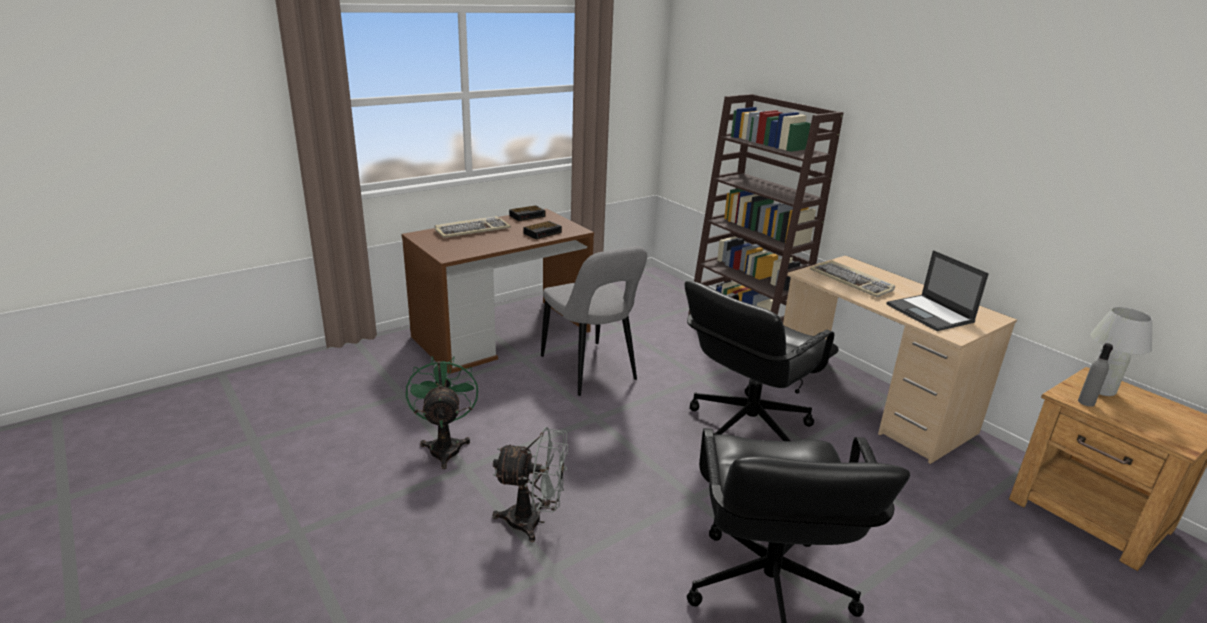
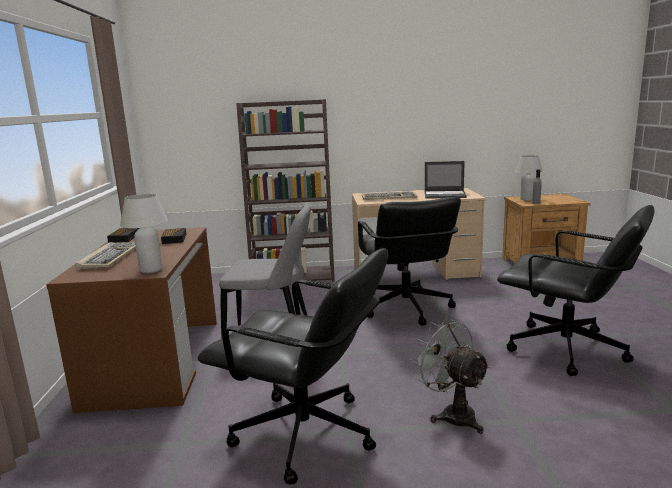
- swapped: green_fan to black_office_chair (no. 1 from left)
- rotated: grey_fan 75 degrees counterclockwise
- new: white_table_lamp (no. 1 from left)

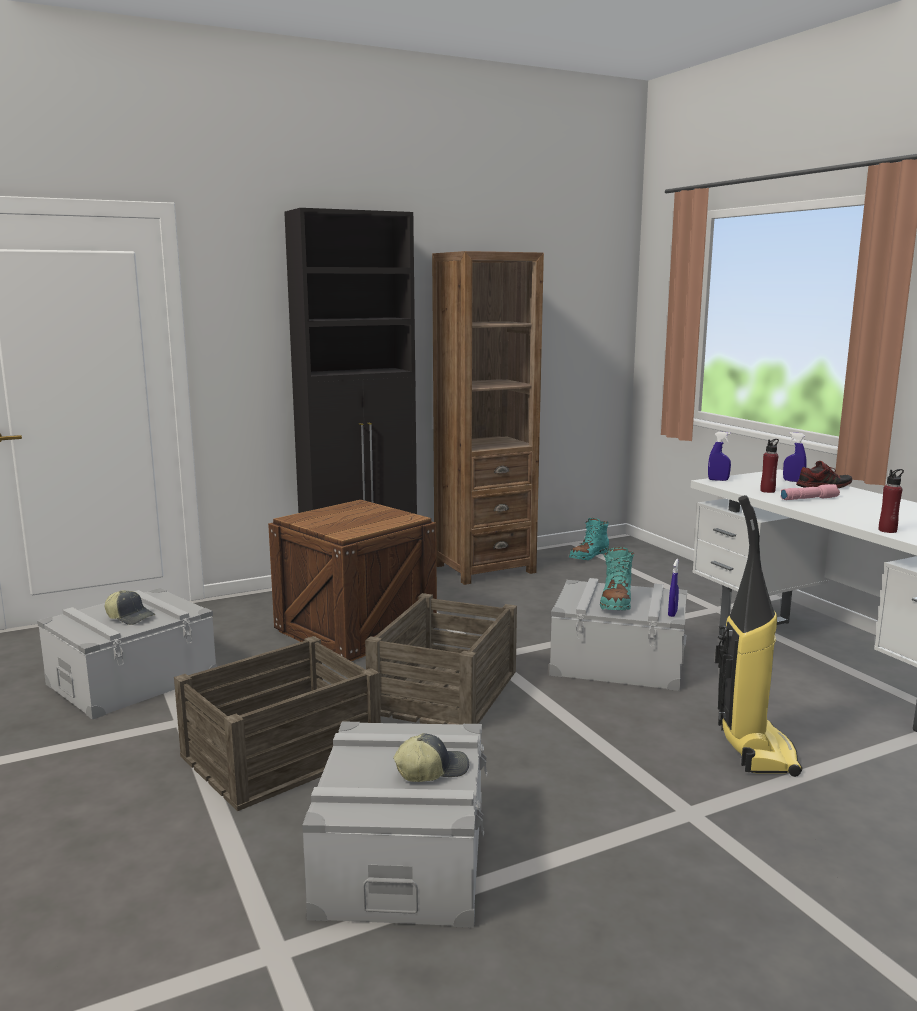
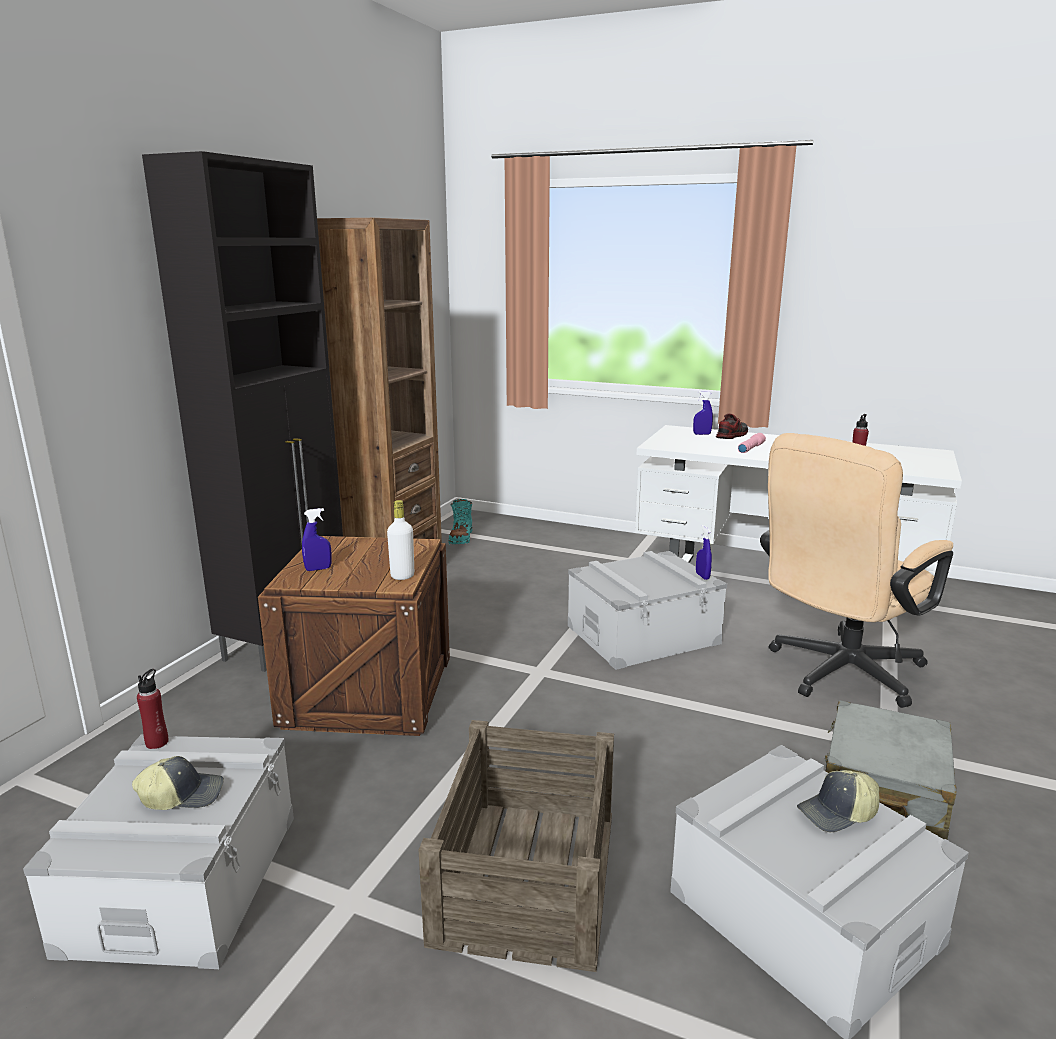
- gone: crate (no. 3 from left)
- rotated: cap (no. 2 from left) 135 degrees counterclockwise
- gone: turquoise_boot (no. 2 from left)
- shifted: blue_spray_bottle (no. 2 from left in the first image) to blue_spray_bottle (no. 1 from left)
- swapped: vacuum_cleaner to beige_office_chair
- shifted: red_bottle (no. 1 from left)
- new: white_bottle
- new: grey_suitcase

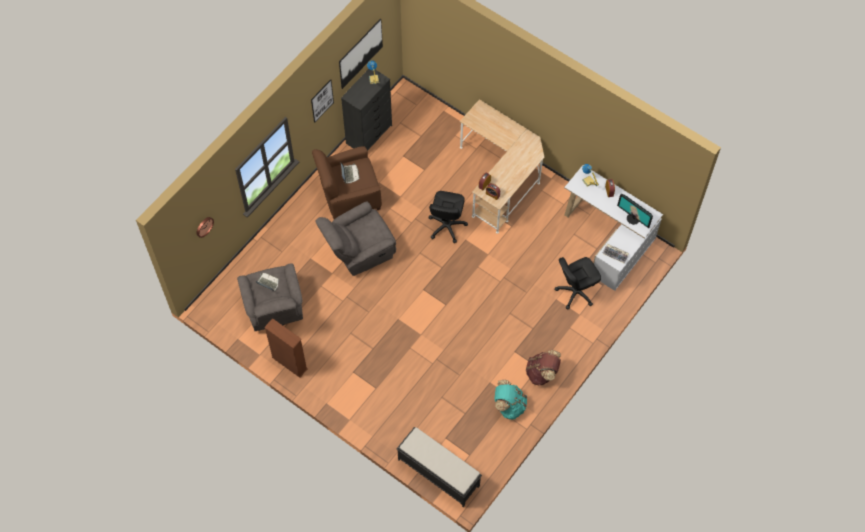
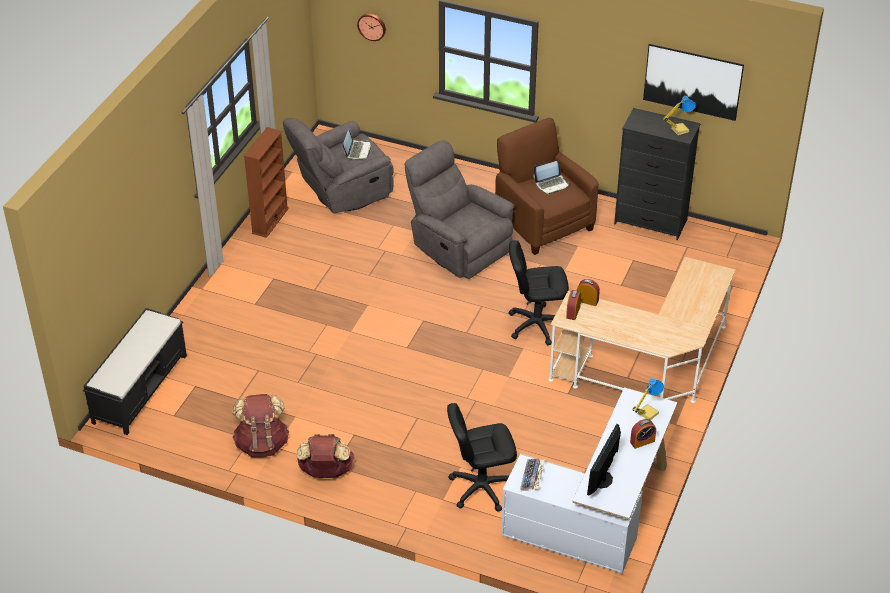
- gone: picture (no. 1 from left)
- repainted: turquoise_backpack to brown_backpack (no. 1 from left)
- rotated: black_office_chair (no. 2 from left in the first image) 60 degrees counterclockwise

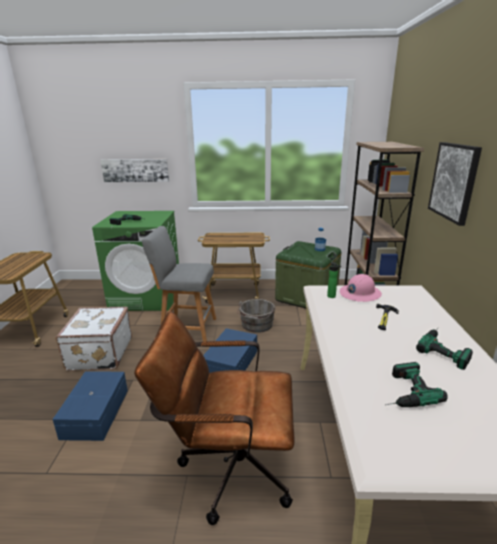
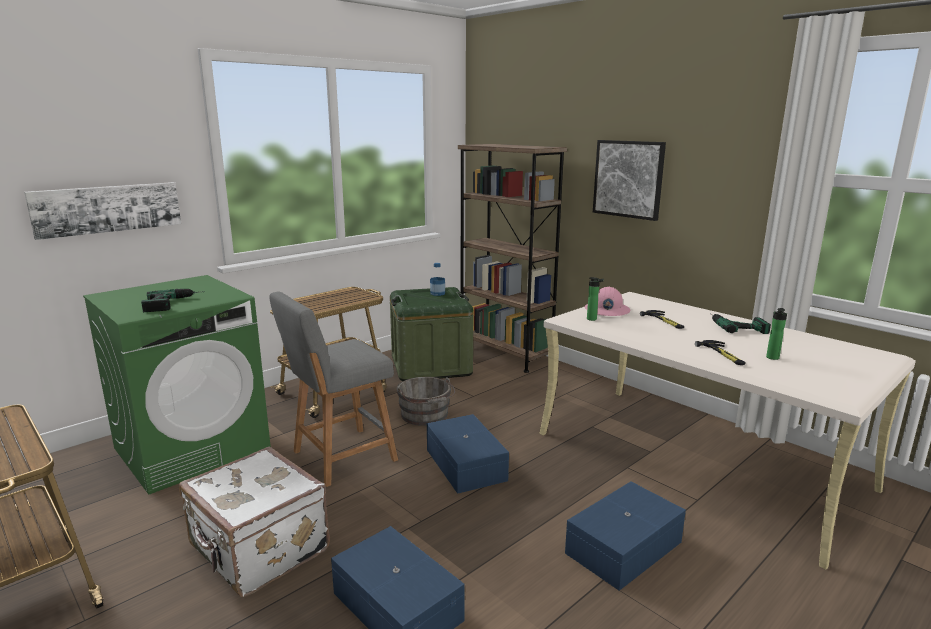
- swapped: brown_office_chair to blue_storage_box (no. 3 from left)
- swapped: power_drill (no. 2 from left) to bottle (no. 3 from left)
- new: hammer (no. 2 from left)

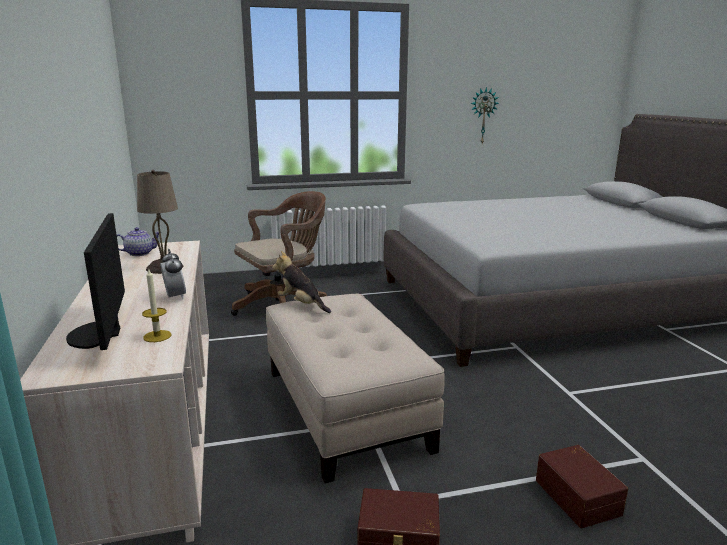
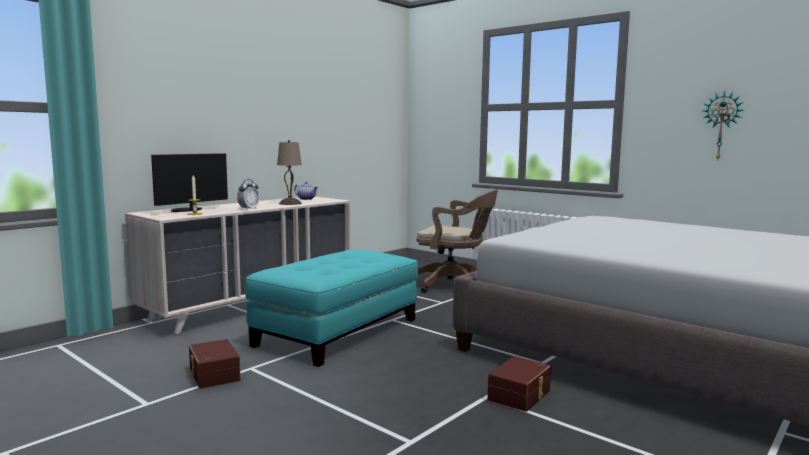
- repainted: beige_ottoman to turquoise_ottoman
- gone: plush_toy
- shifted: brown_storage_box (no. 2 from left)

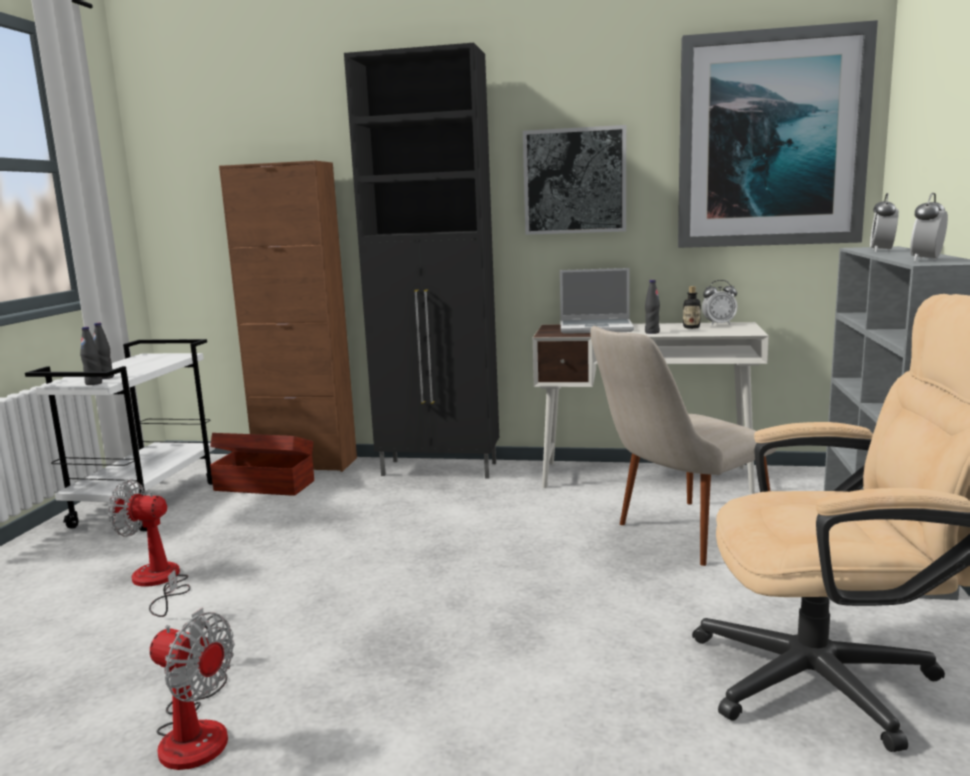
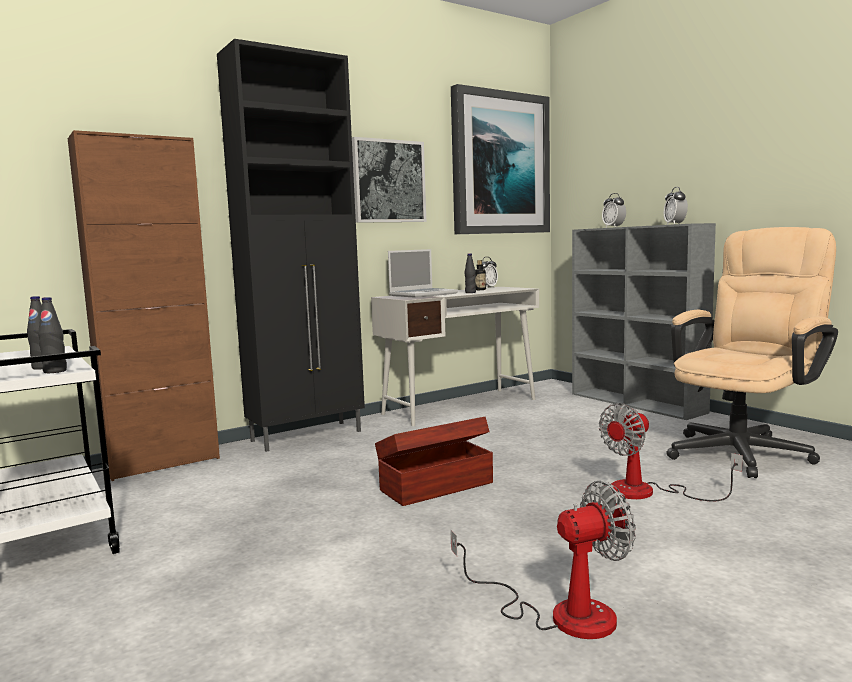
- shifted: fan (no. 1 from left in the first image) to fan (no. 2 from left)
- shifted: brown_storage_box
- gone: beige_chair

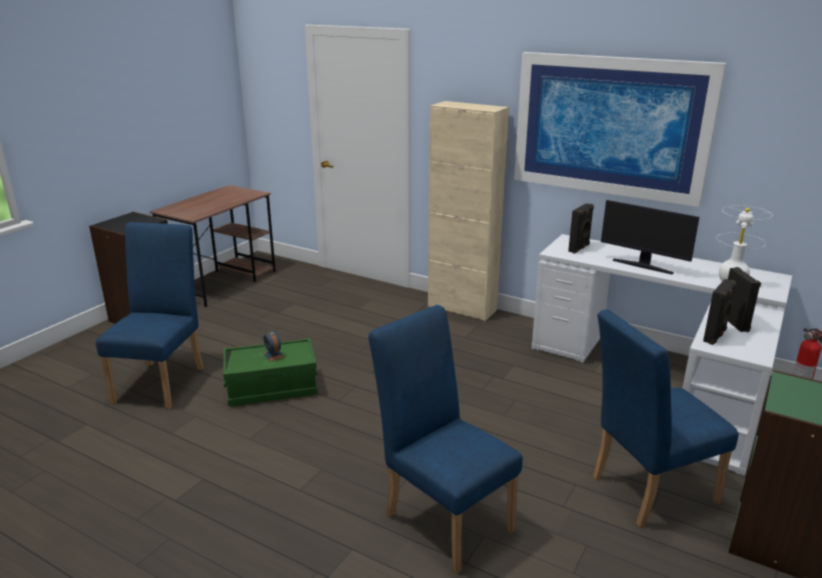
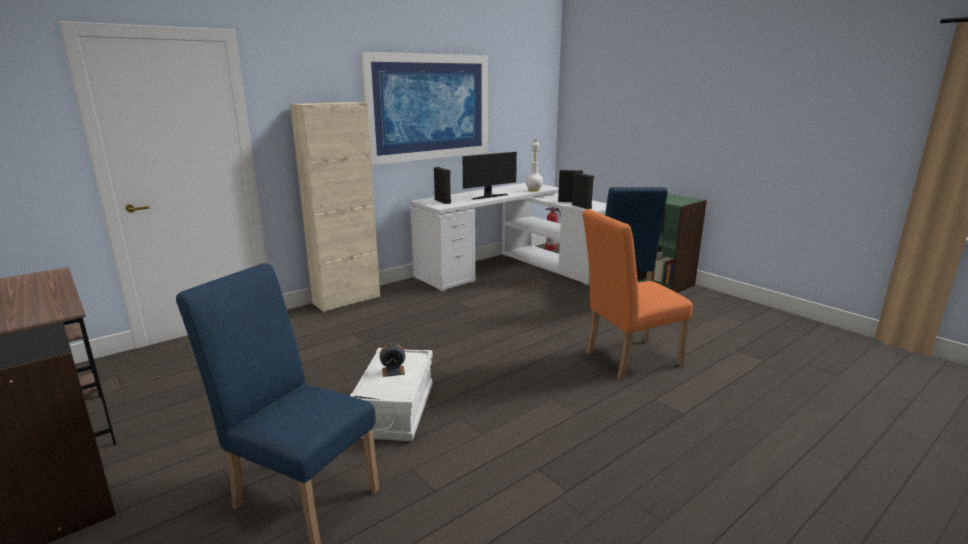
- repainted: green_storage_box to white_storage_box
- repainted: blue_chair (no. 2 from left) to orange_chair

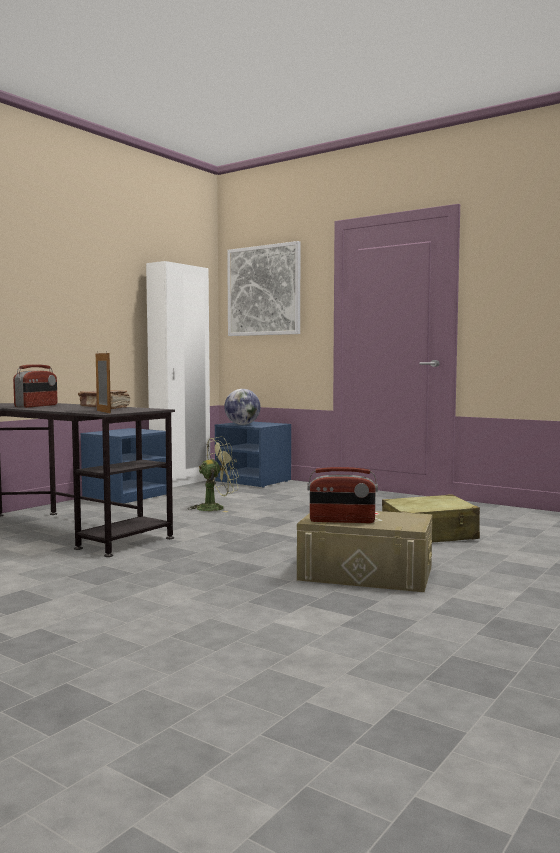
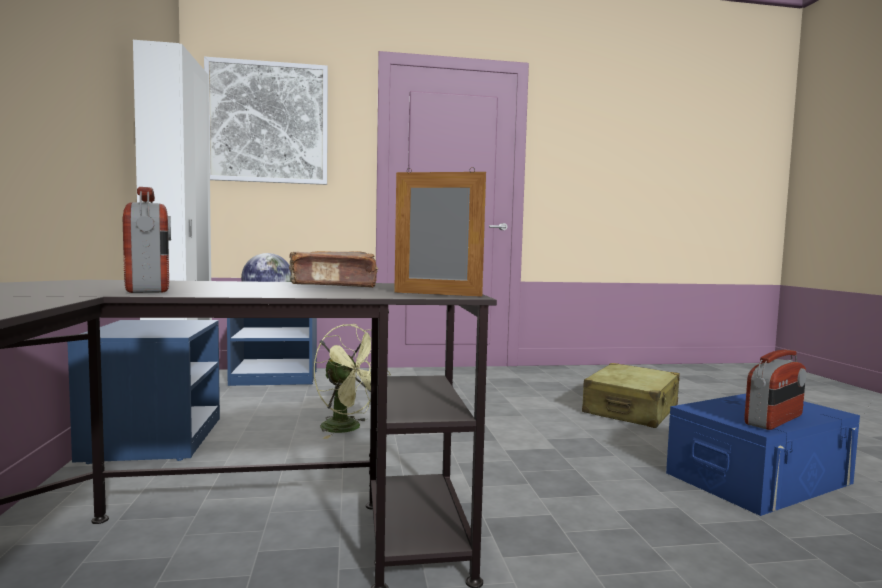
- rotated: green_fan 105 degrees clockwise
- repainted: beige_storage_box to blue_storage_box

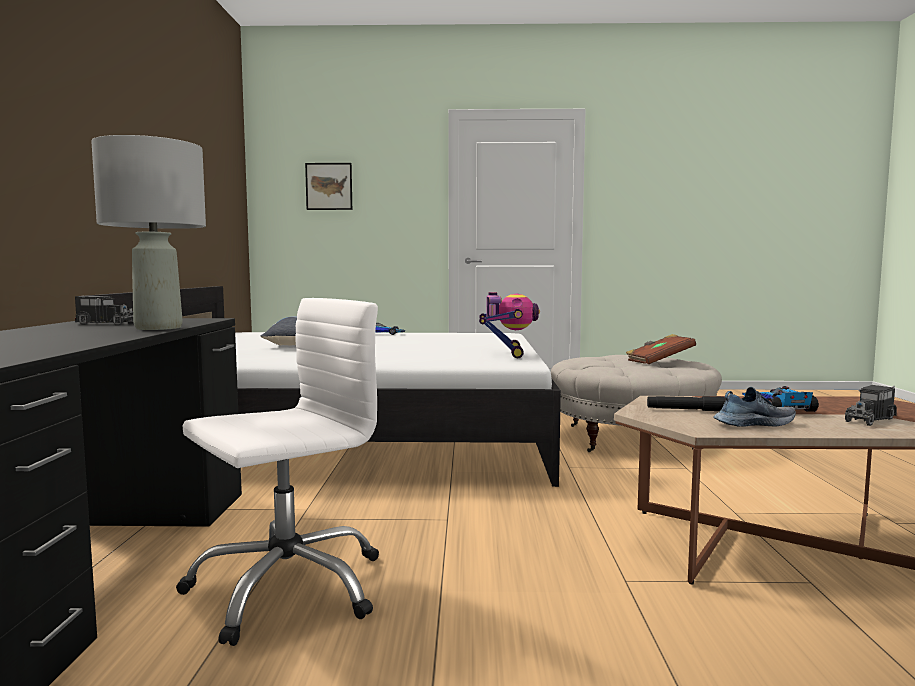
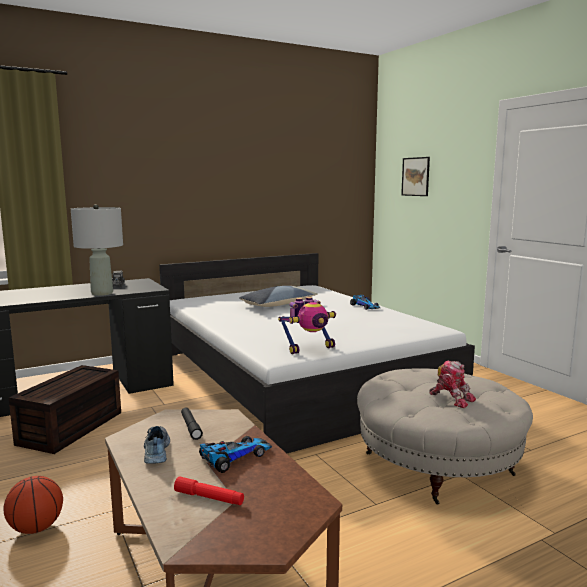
- swapped: white_office_chair to brown_storage_box
- swapped: brown_book to toy_robot (no. 2 from left)
- rotated: shoe 150 degrees counterclockwise
- swapped: toy_truck (no. 2 from left) to red_flashlight
- new: basketball

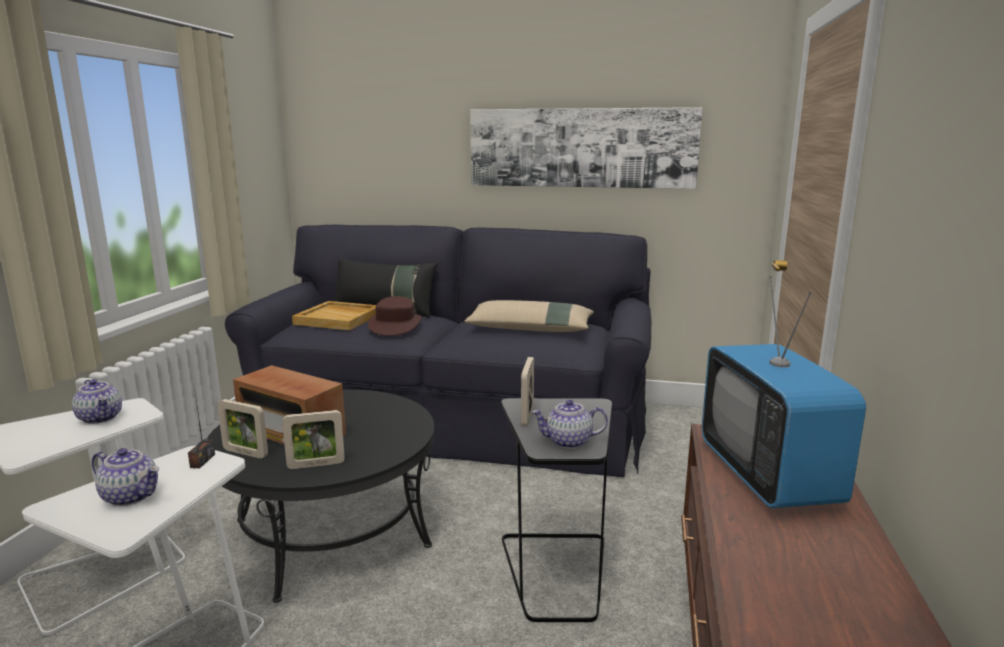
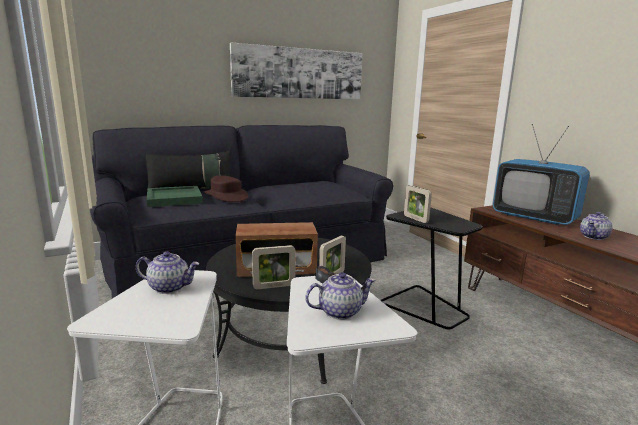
- repainted: beige_tray to green_tray
- gone: beige_pillow
- shifted: teapot (no. 3 from left)

